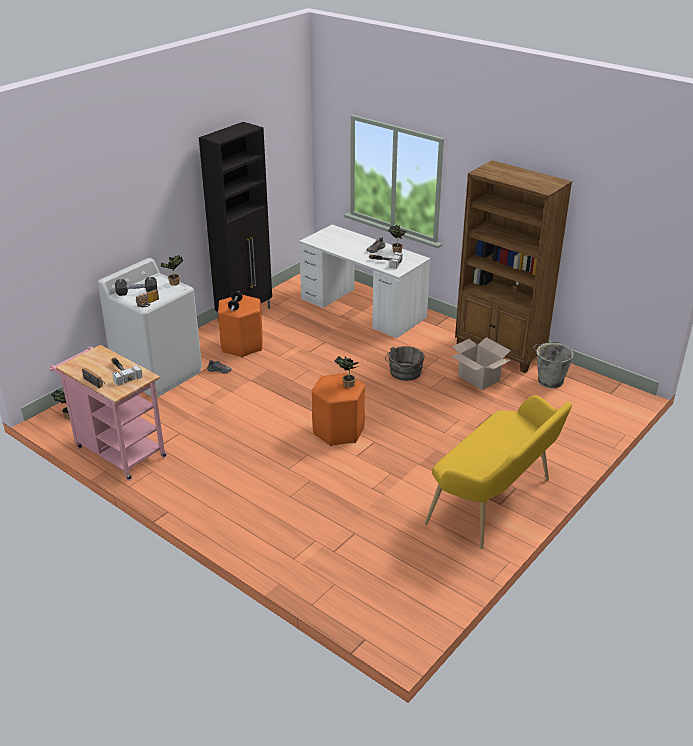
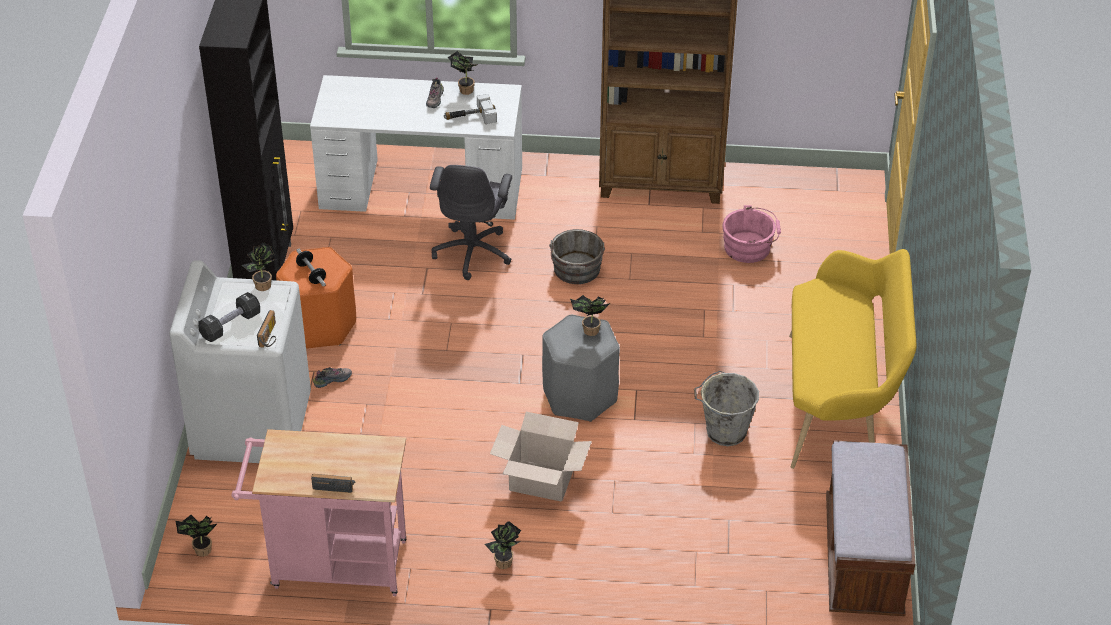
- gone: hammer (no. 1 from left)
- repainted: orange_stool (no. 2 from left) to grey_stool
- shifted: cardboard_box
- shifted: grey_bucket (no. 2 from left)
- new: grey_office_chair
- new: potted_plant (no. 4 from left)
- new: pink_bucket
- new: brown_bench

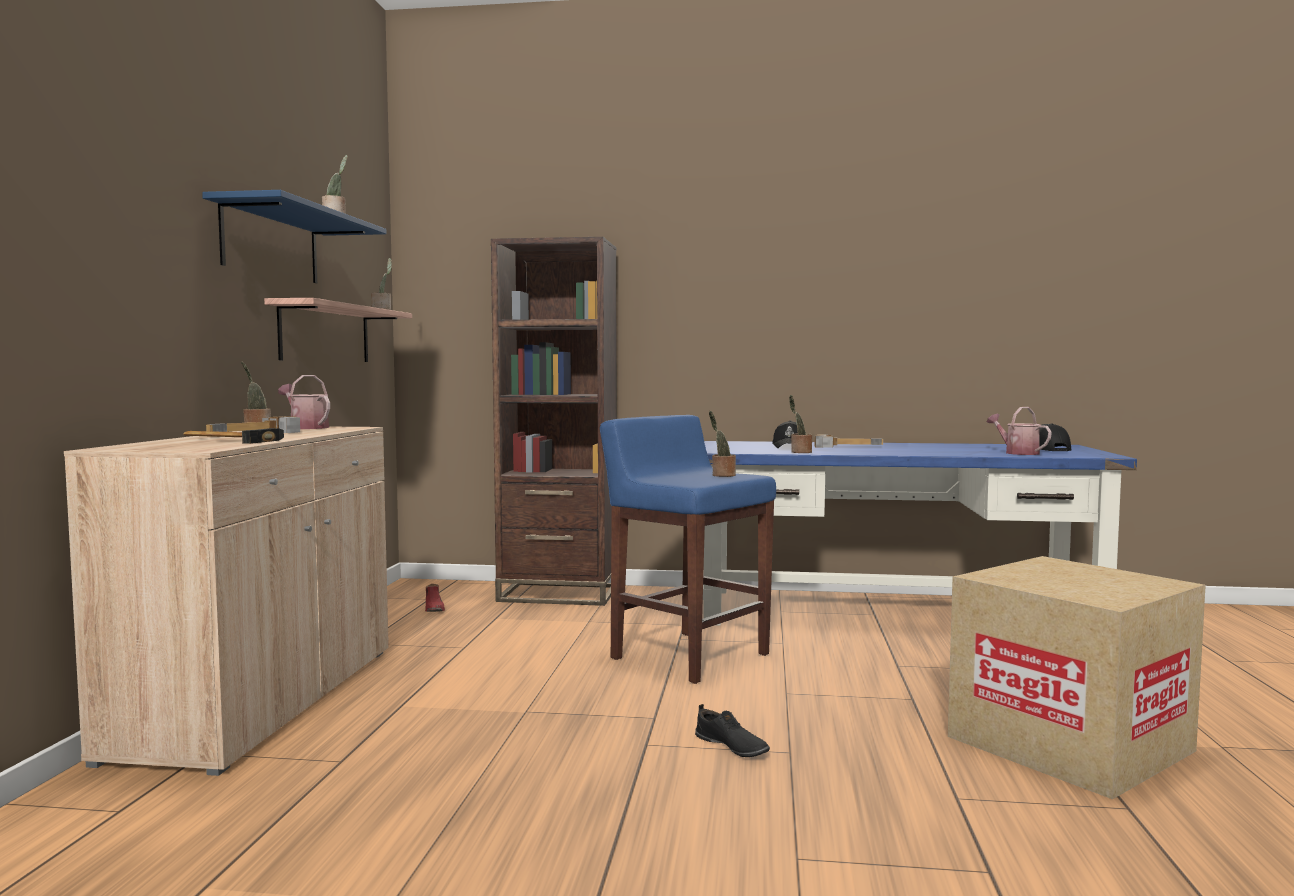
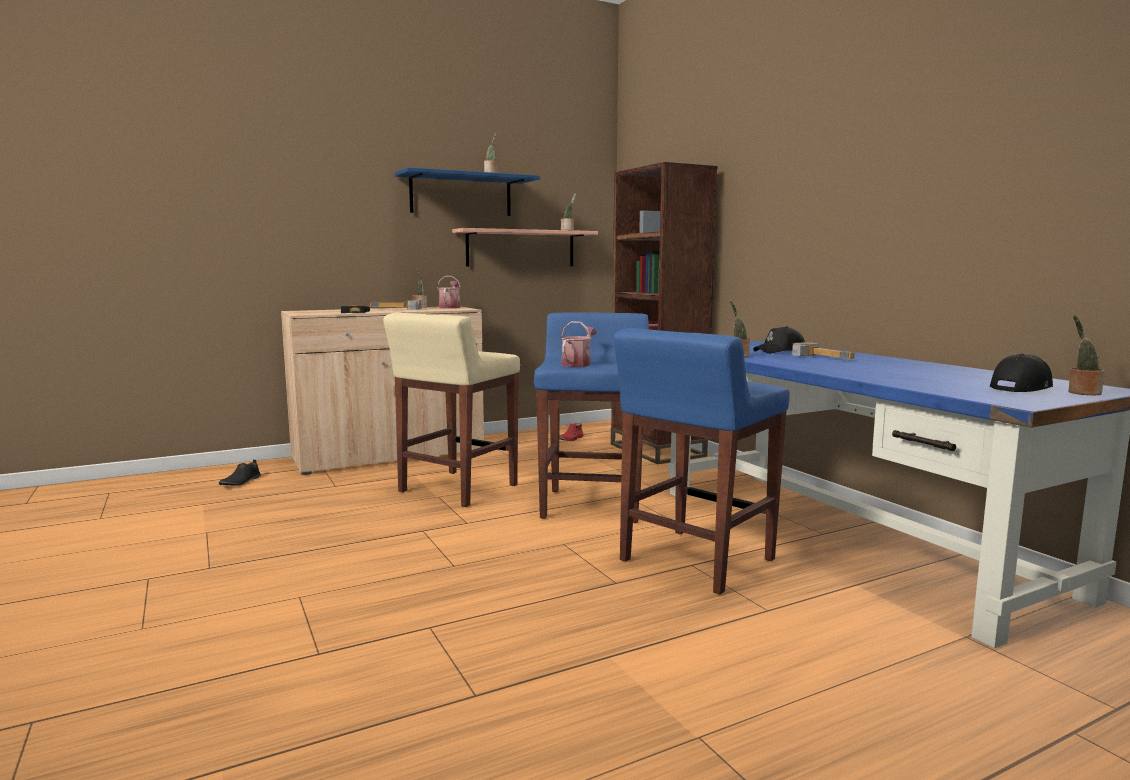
- shifted: black_shoe
- shifted: potted_plant (no. 4 from left in the first image) to potted_plant (no. 5 from left)
- gone: cardboard_box
- shifted: watering_can (no. 2 from left)
- new: beige_stool
- new: blue_stool (no. 2 from left)

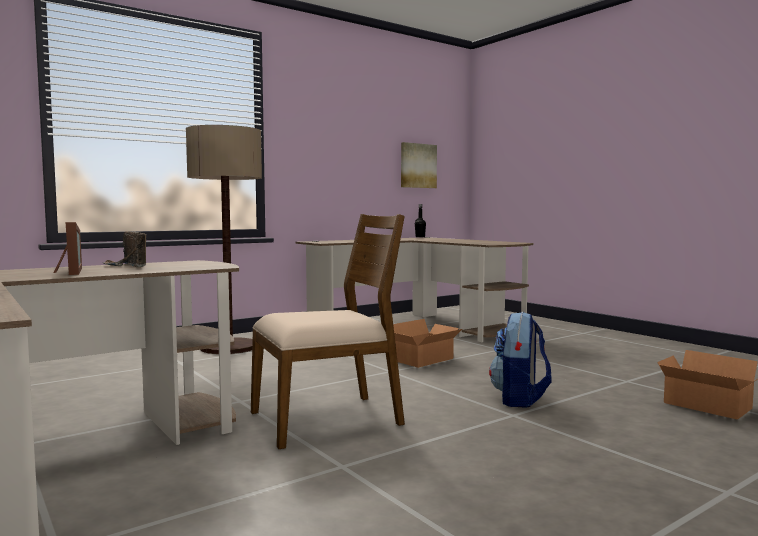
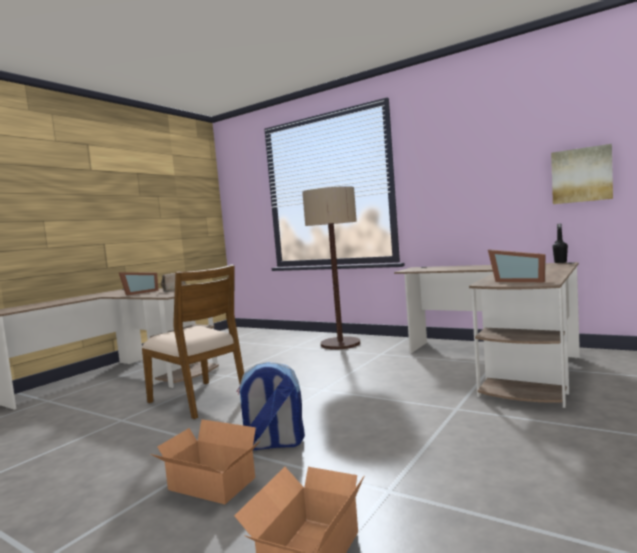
- shifted: cardboard_box (no. 1 from left)
- new: picture_frame (no. 2 from left)

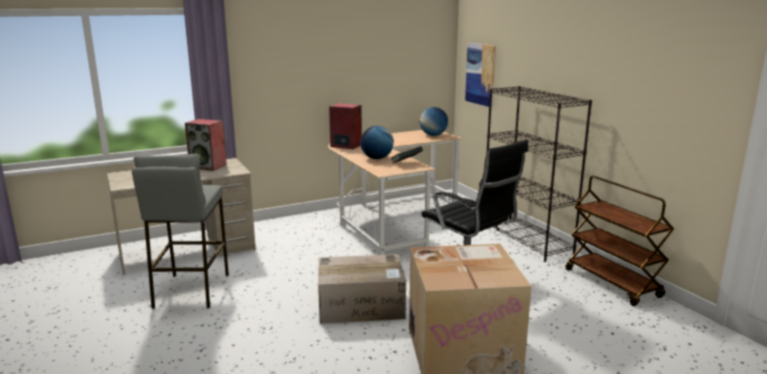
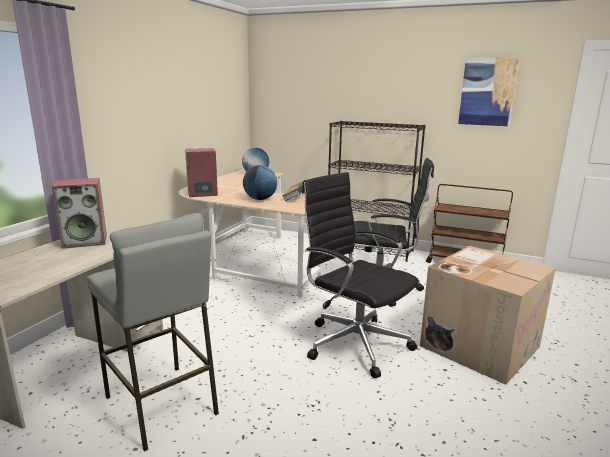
- swapped: cardboard_box (no. 1 from left) to black_office_chair (no. 1 from left)
- shifted: picture

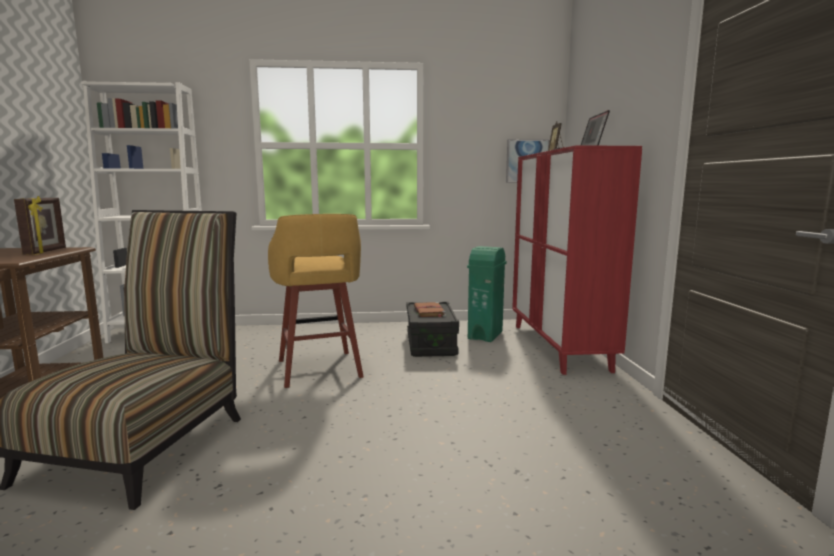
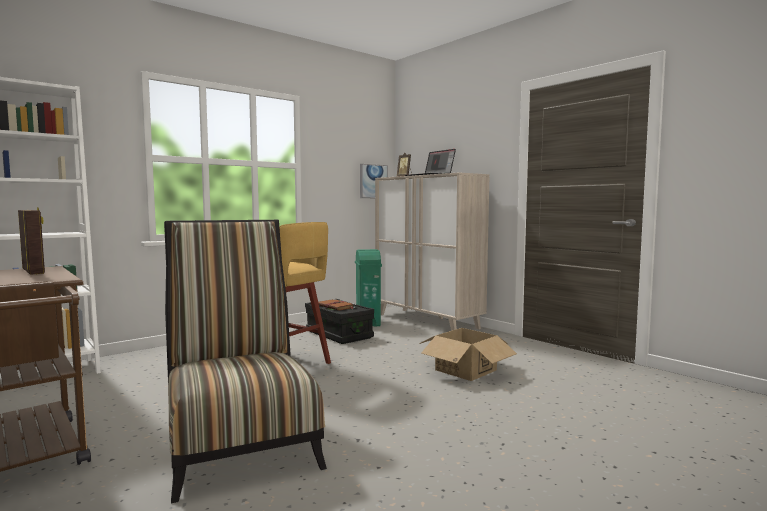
- repainted: red_cabinet to beige_cabinet
- new: cardboard_box

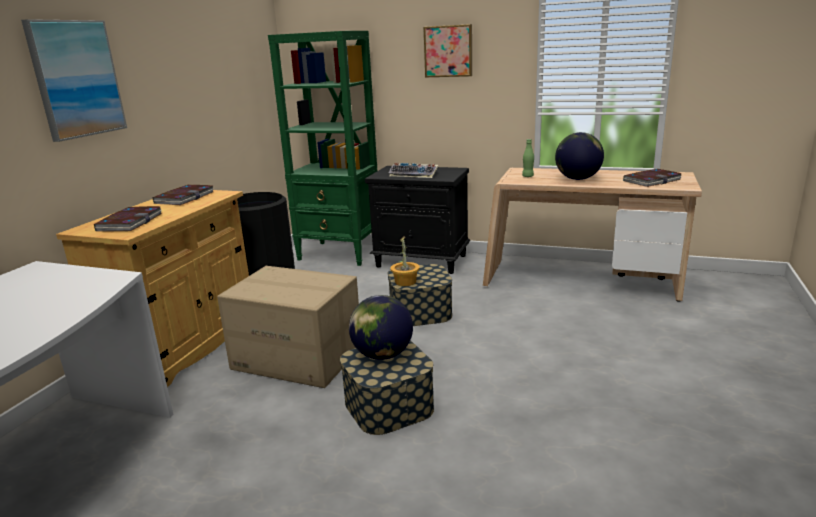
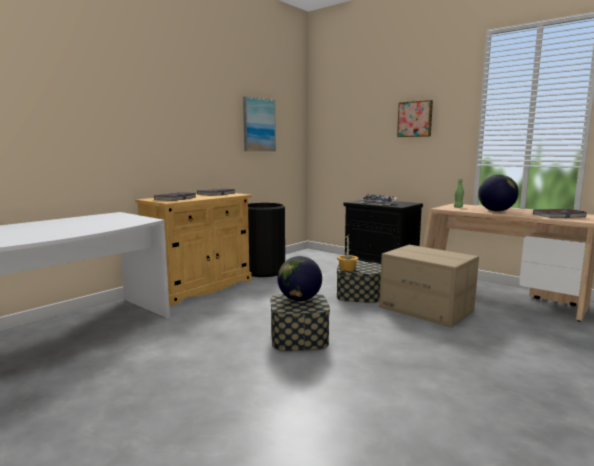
- shifted: picture (no. 1 from left)
- shifted: cardboard_box
- gone: green_bookcase

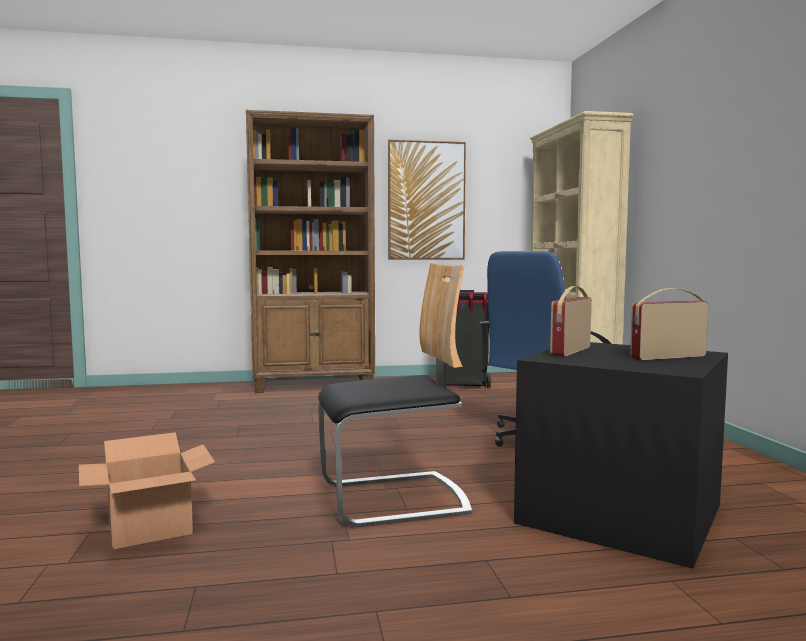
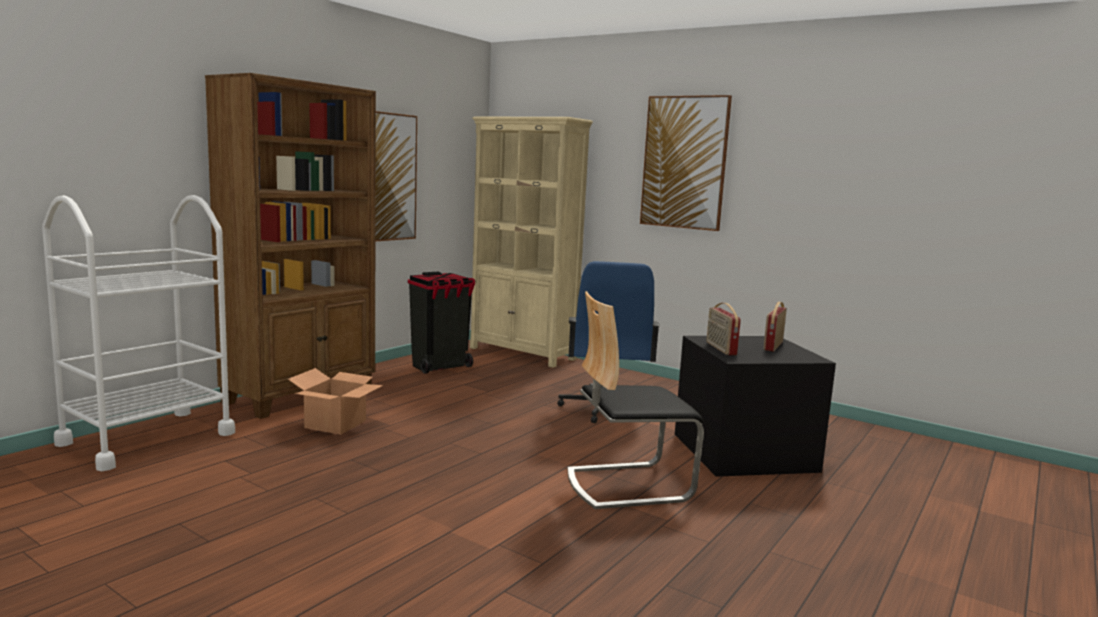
- shifted: cardboard_box
- rotated: chair 135 degrees counterclockwise
- new: white_cart
- new: picture (no. 2 from left)

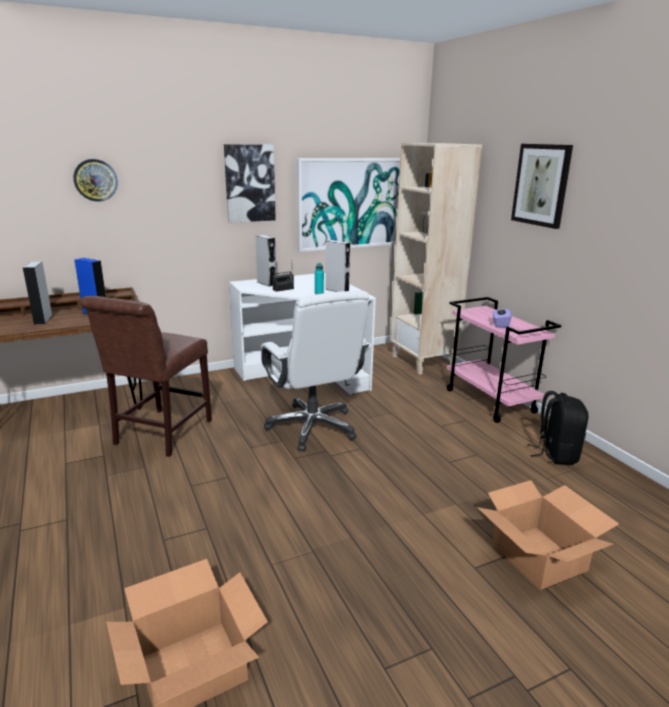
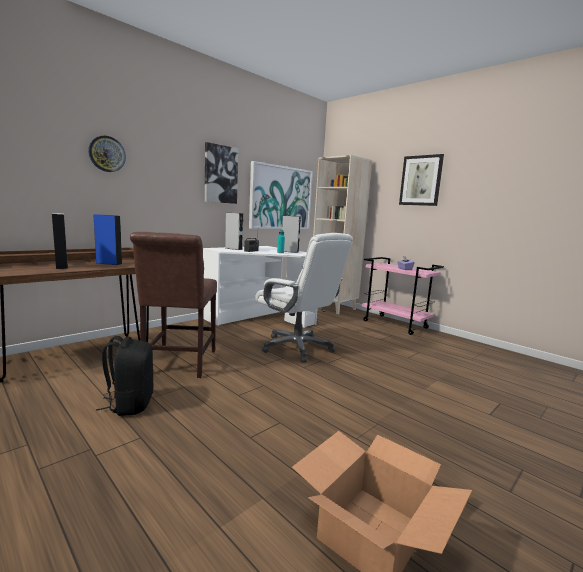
- gone: cardboard_box (no. 2 from left)
- shifted: black_backpack

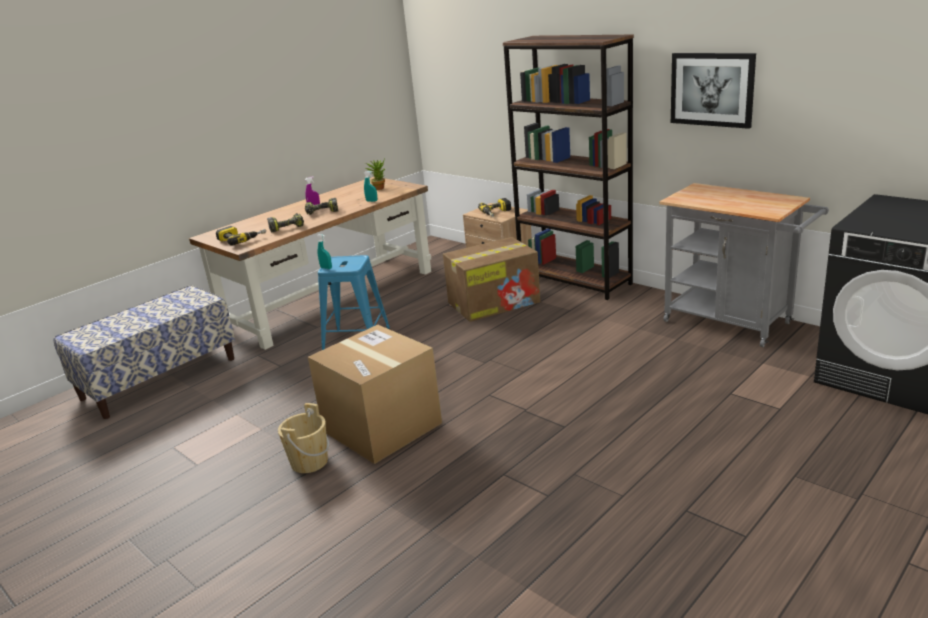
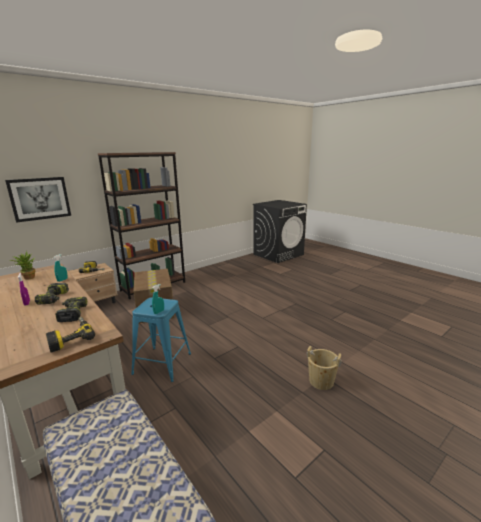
- gone: cardboard_box (no. 1 from left)
- gone: grey_cart
- shifted: picture

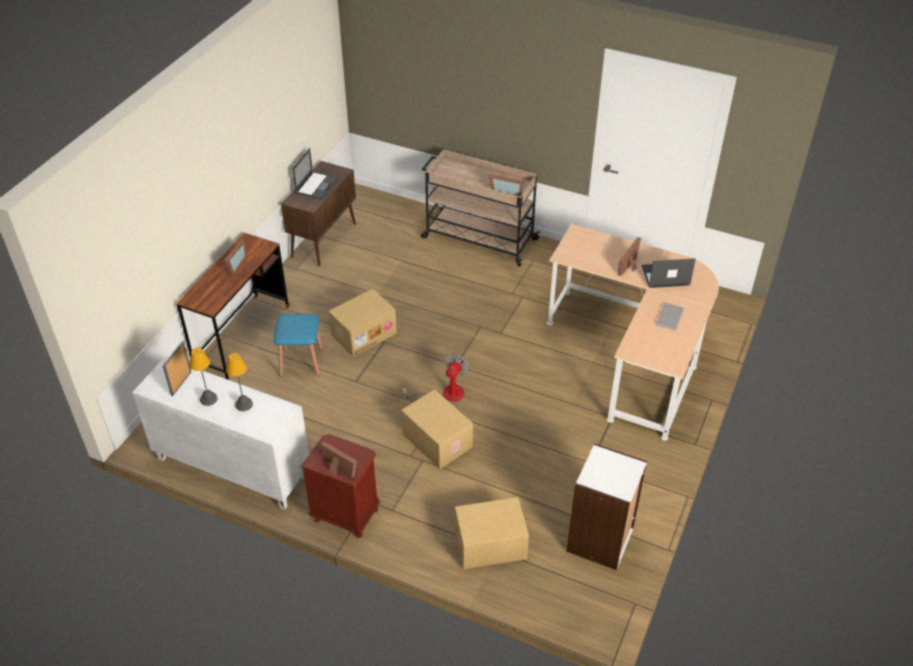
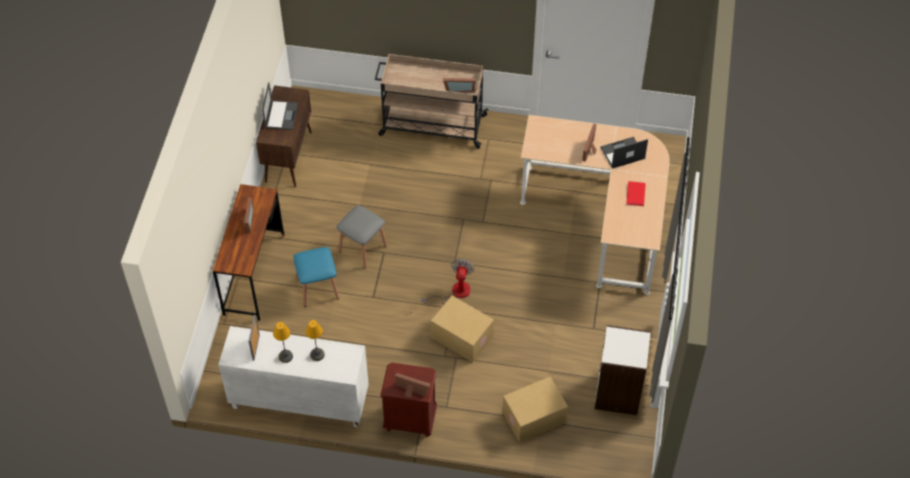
- swapped: cardboard_box (no. 1 from left) to grey_stool
- repainted: grey_book to red_book

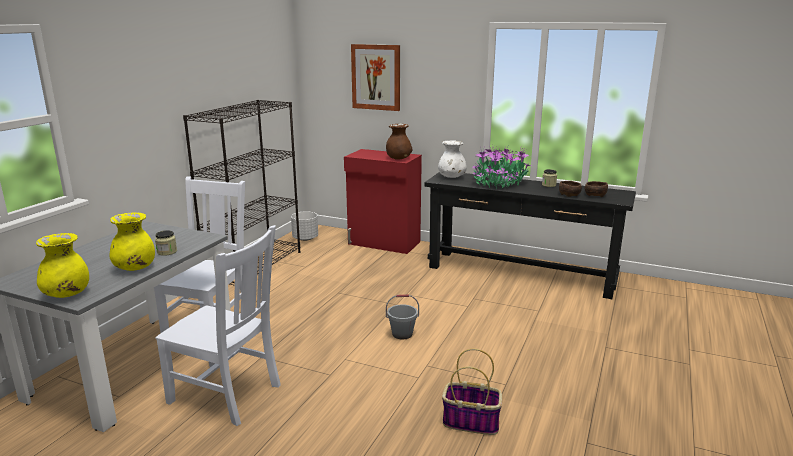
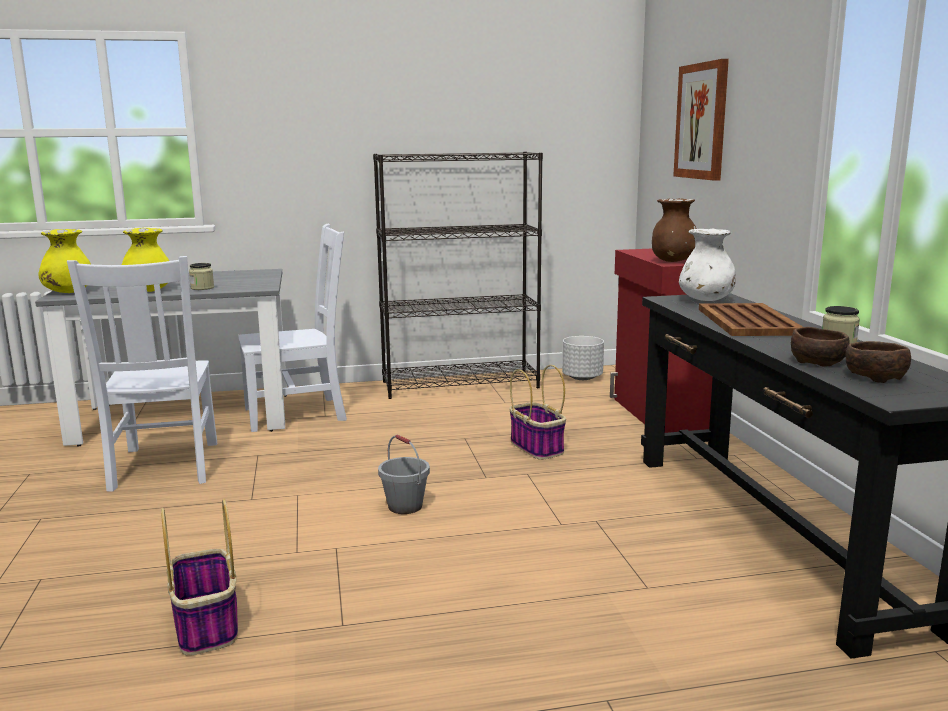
- swapped: potted_plant to brown_tray
- new: basket (no. 2 from left)

